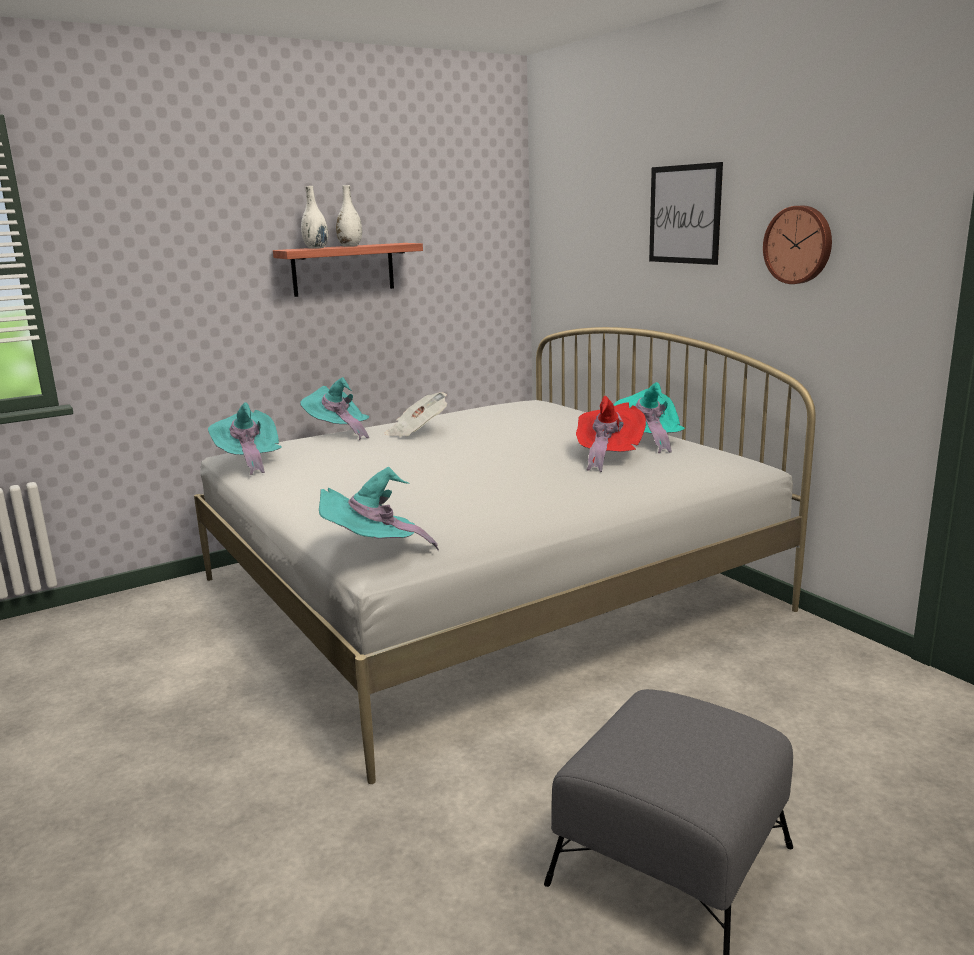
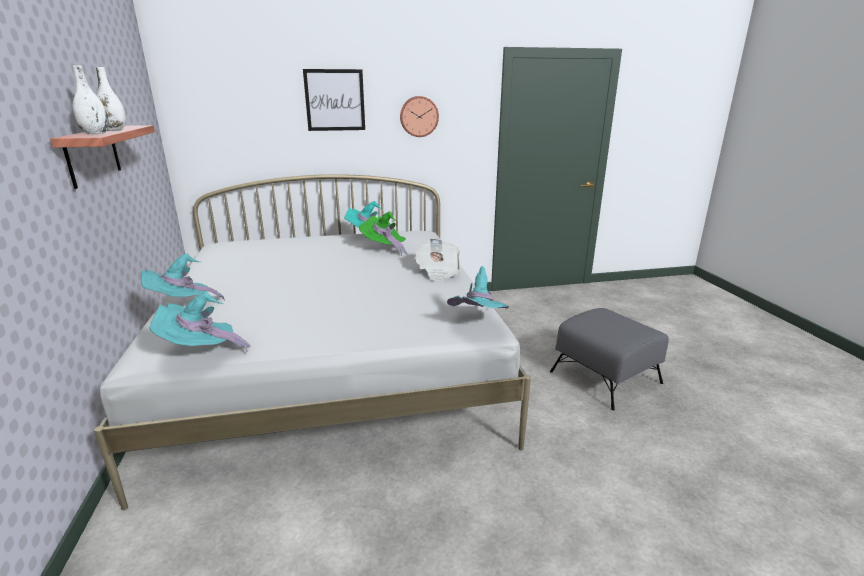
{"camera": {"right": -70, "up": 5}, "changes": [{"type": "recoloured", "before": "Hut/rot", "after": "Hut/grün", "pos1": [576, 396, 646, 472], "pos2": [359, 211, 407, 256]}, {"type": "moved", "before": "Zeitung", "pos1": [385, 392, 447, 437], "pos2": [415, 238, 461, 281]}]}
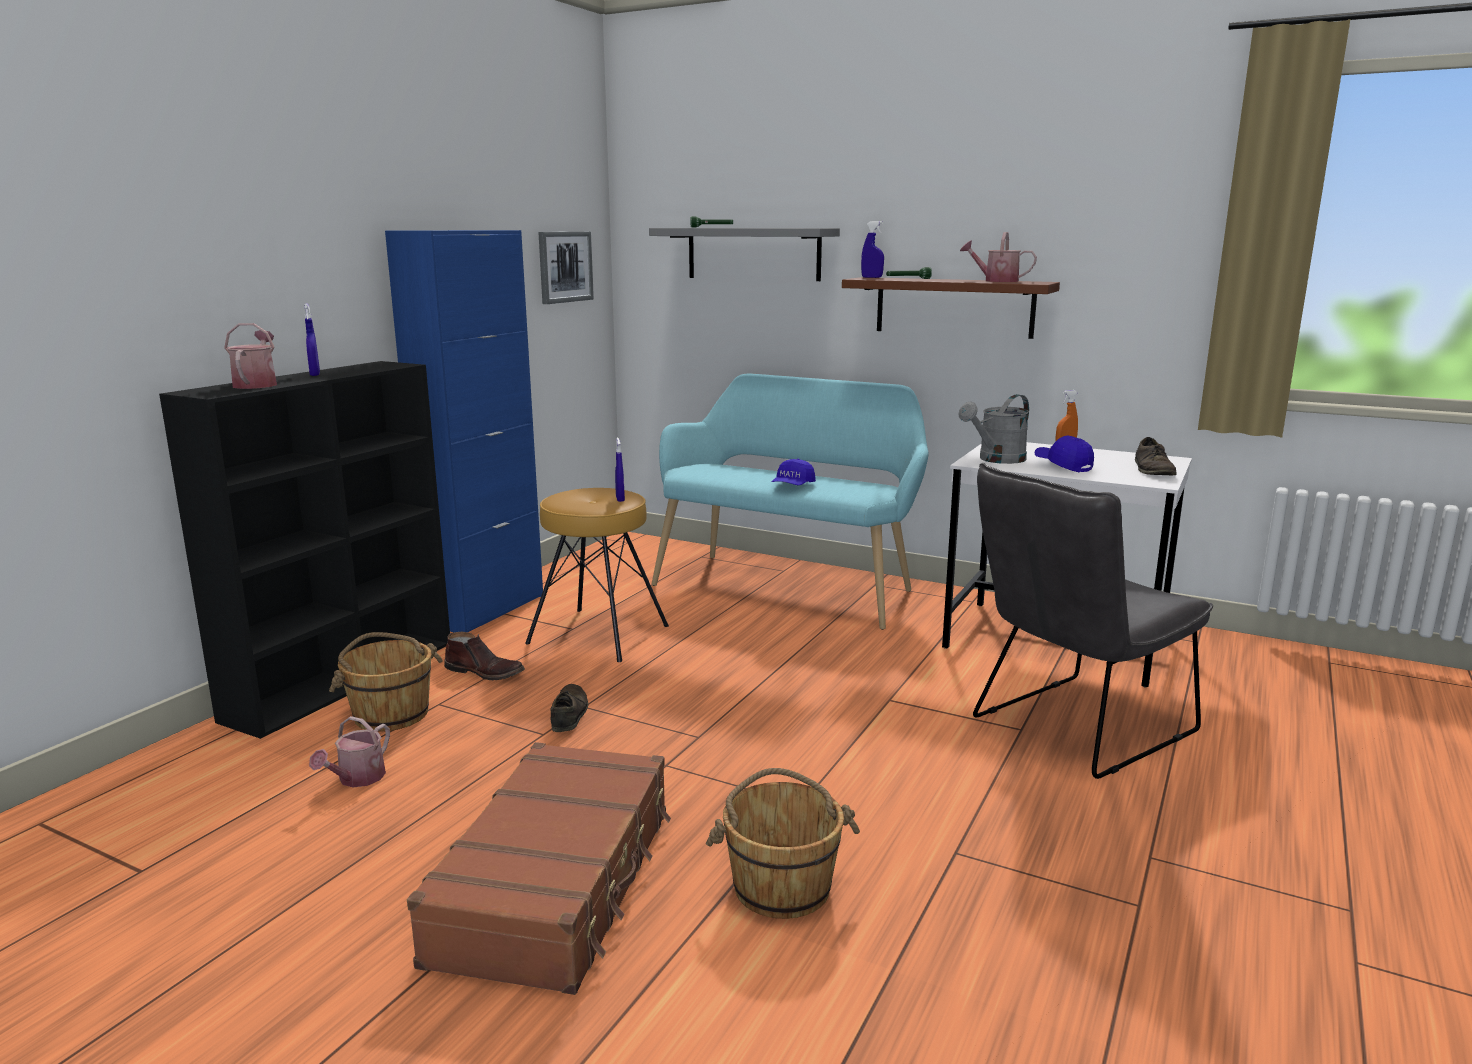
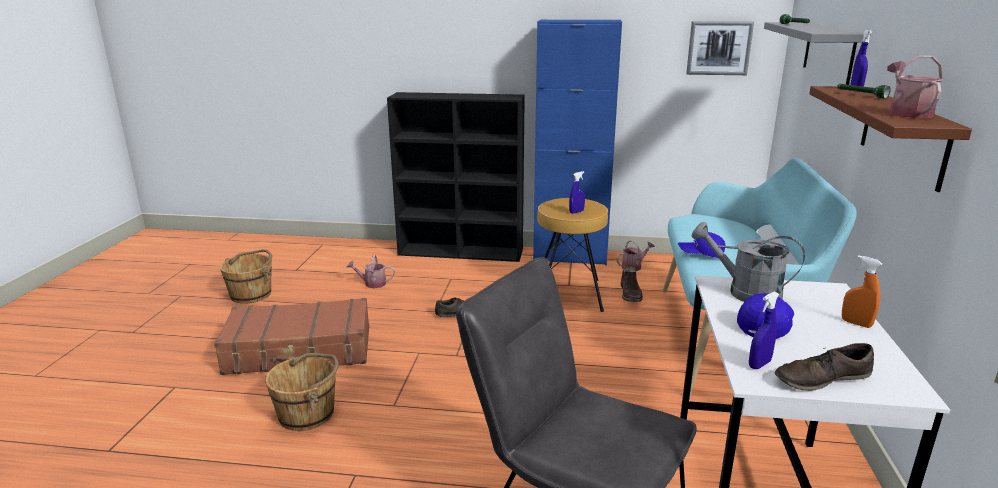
{"camera": {"right": 70, "up": 5}, "changes": [{"type": "moved", "before": "Eimer/braun", "pos1": [329, 632, 443, 732], "pos2": [220, 249, 272, 304]}, {"type": "moved", "before": "Gießkanne", "pos1": [224, 323, 277, 389], "pos2": [617, 240, 655, 271]}, {"type": "moved", "before": "Stiefel/braun", "pos1": [444, 632, 525, 680], "pos2": [621, 265, 643, 302]}, {"type": "moved", "before": "Sprühflasche/blau", "pos1": [304, 303, 320, 376], "pos2": [749, 292, 779, 369]}]}
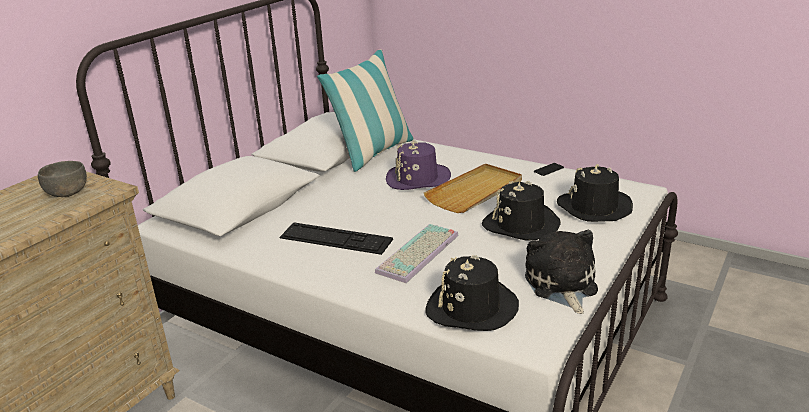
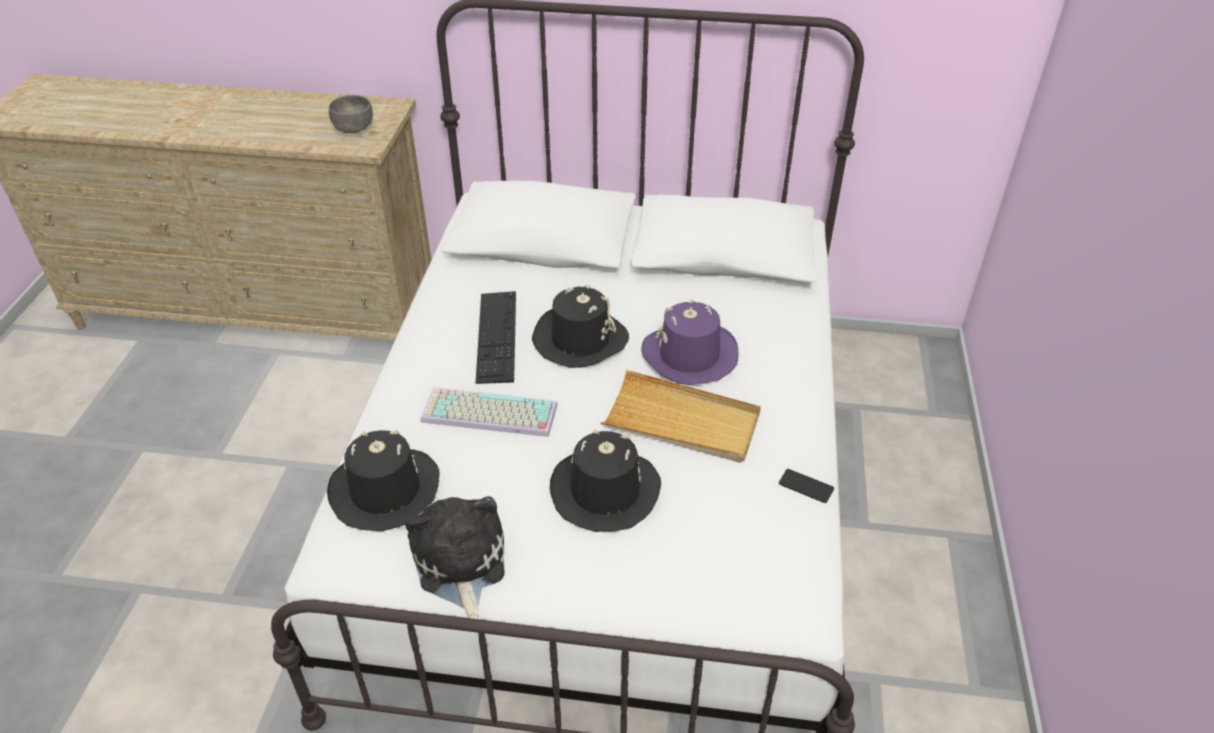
{"camera": {"right": 65, "up": 15}, "changes": [{"type": "turned", "before": "Plüschtier", "pos1": [525, 230, 598, 314], "pos2": [405, 496, 505, 619], "turn": -75}, {"type": "moved", "before": "Hut/schwarz", "pos1": [557, 164, 633, 222], "pos2": [532, 285, 629, 368]}, {"type": "removed", "before": "Kissen", "pos1": [317, 49, 414, 172]}]}
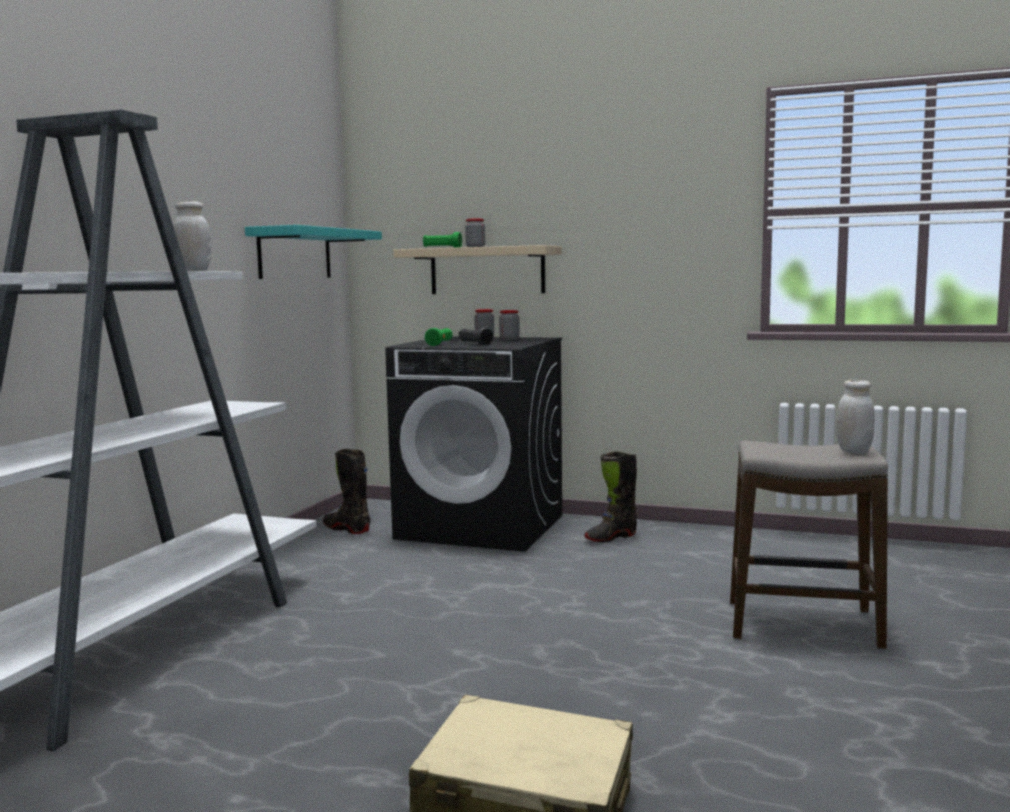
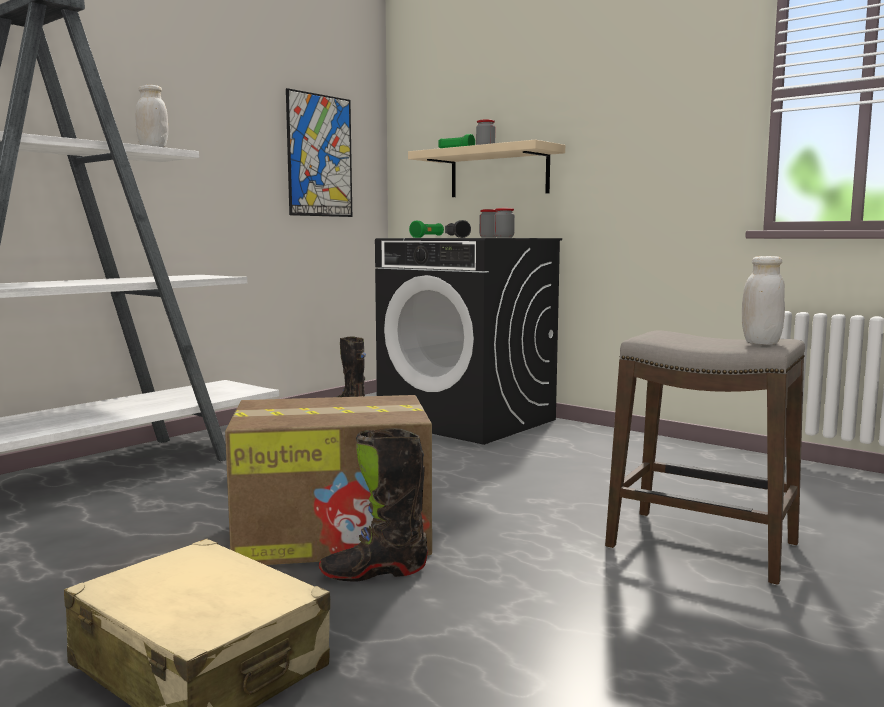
{"camera": {"right": 20, "up": 0}, "changes": [{"type": "added", "after": "Karton", "pos2": [225, 395, 432, 565]}, {"type": "replaced", "before": "Wandregal/türkis", "after": "Bild", "pos1": [245, 225, 382, 279], "pos2": [286, 88, 352, 217]}, {"type": "moved", "before": "Stiefel/schwarz", "pos1": [584, 452, 637, 542], "pos2": [319, 428, 428, 581]}]}
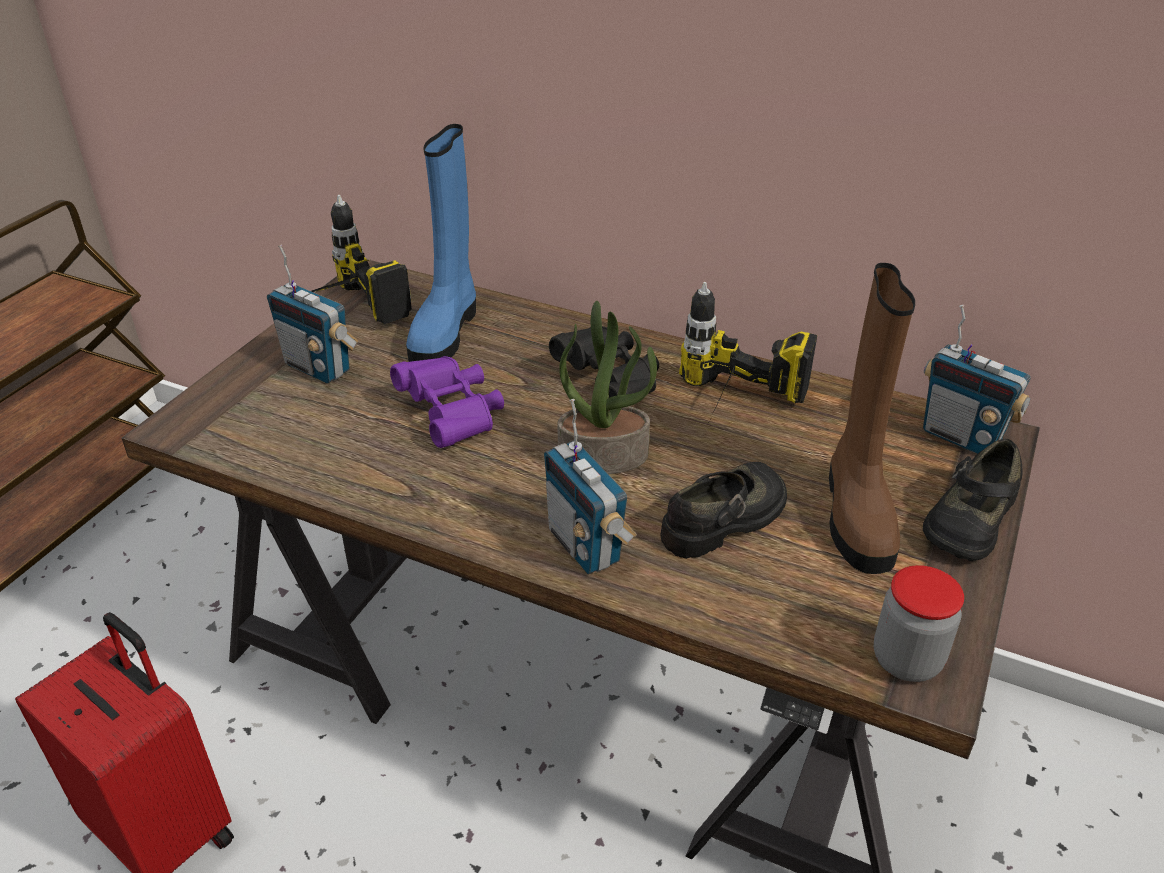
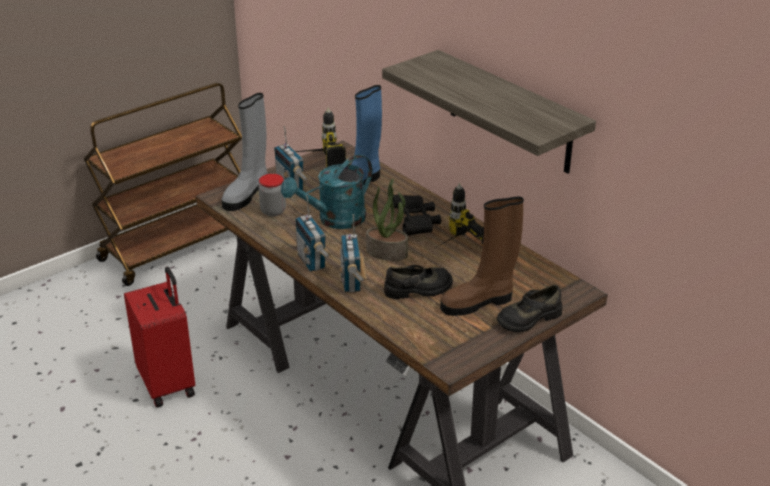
{"camera": {"right": 25, "up": -5}, "changes": [{"type": "added", "after": "Stiefel/grau", "pos2": [221, 93, 268, 211]}, {"type": "moved", "before": "Vorratsglas", "pos1": [874, 565, 964, 682], "pos2": [259, 174, 286, 217]}, {"type": "replaced", "before": "Fernglas/lila", "after": "Gießkanne/türkis", "pos1": [390, 356, 504, 448], "pos2": [281, 154, 372, 229]}, {"type": "moved", "before": "Radio", "pos1": [923, 305, 1031, 454], "pos2": [295, 195, 331, 272]}, {"type": "added", "after": "Wandregal", "pos2": [382, 50, 596, 174]}, {"type": "turned", "before": "Stiefel/braun", "pos1": [829, 263, 915, 574], "pos2": [440, 197, 524, 316], "turn": 45}]}
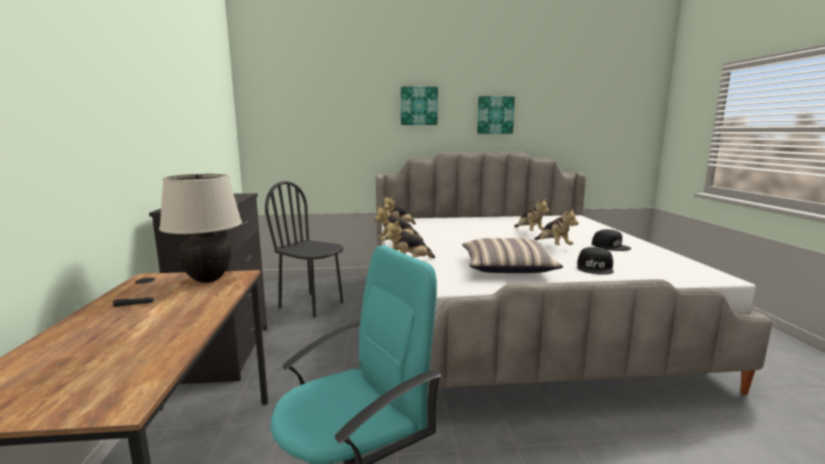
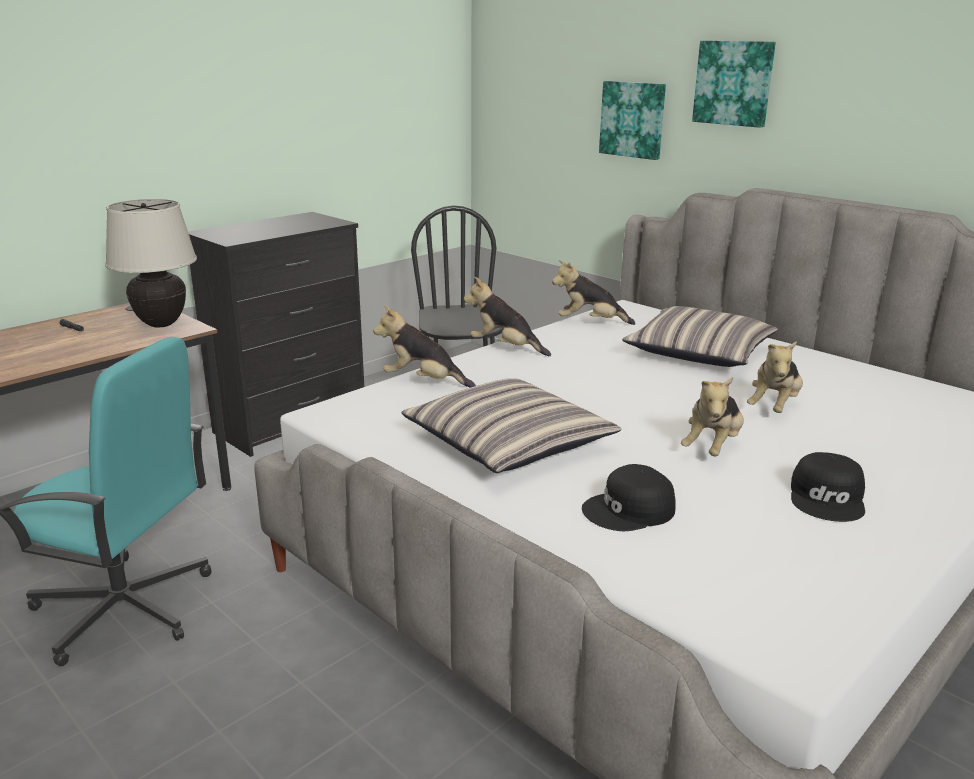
{"camera": {"right": 50, "up": 10}, "changes": [{"type": "moved", "before": "Bild", "pos1": [477, 96, 515, 134], "pos2": [599, 81, 666, 160]}, {"type": "added", "after": "Kissen", "pos2": [622, 306, 778, 367]}]}
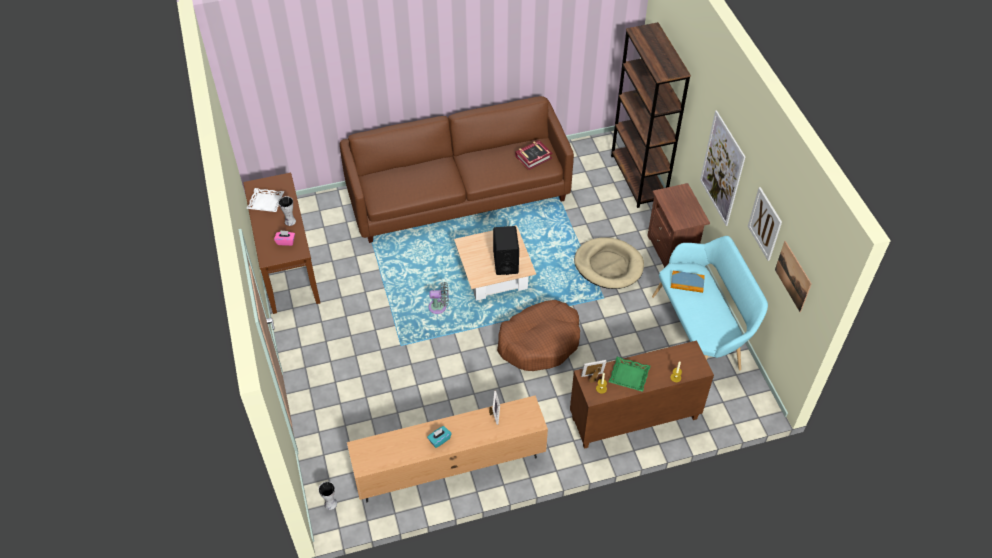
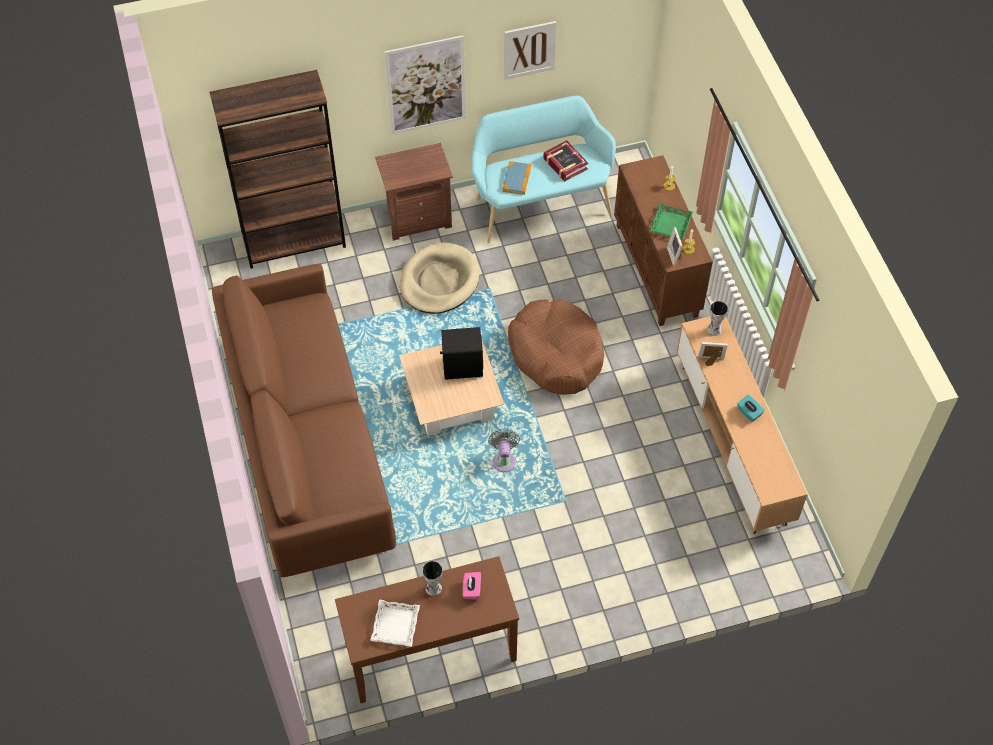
{"camera": {"right": -90, "up": 5}, "changes": [{"type": "moved", "before": "Buch", "pos1": [515, 140, 553, 170], "pos2": [543, 140, 588, 181]}, {"type": "moved", "before": "Vase", "pos1": [318, 481, 337, 510], "pos2": [707, 301, 728, 336]}, {"type": "removed", "before": "Bild", "pos1": [775, 241, 812, 312]}]}
